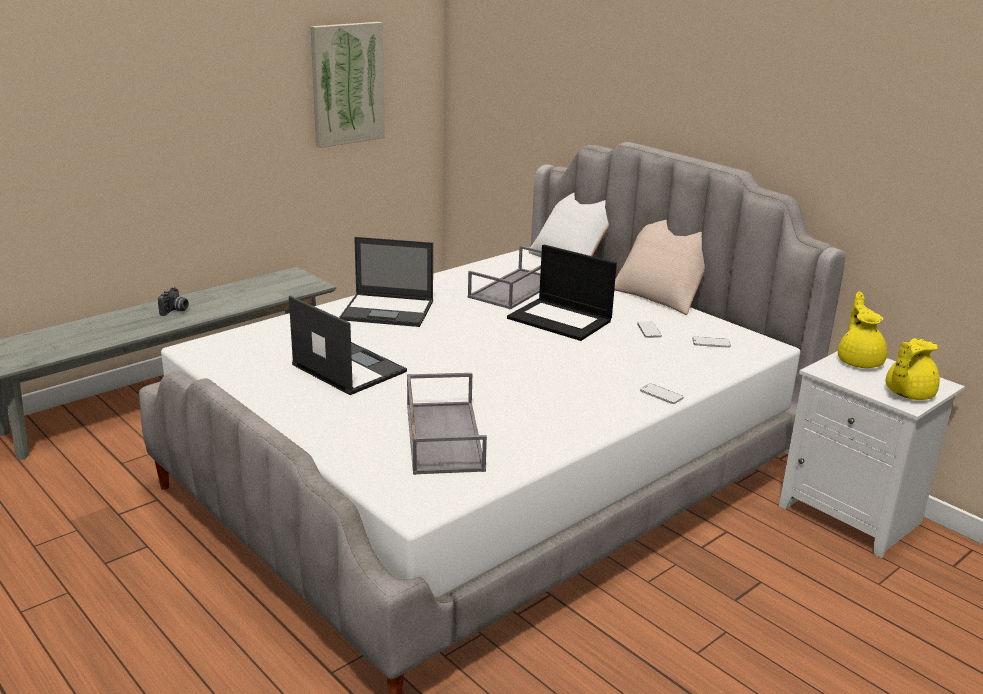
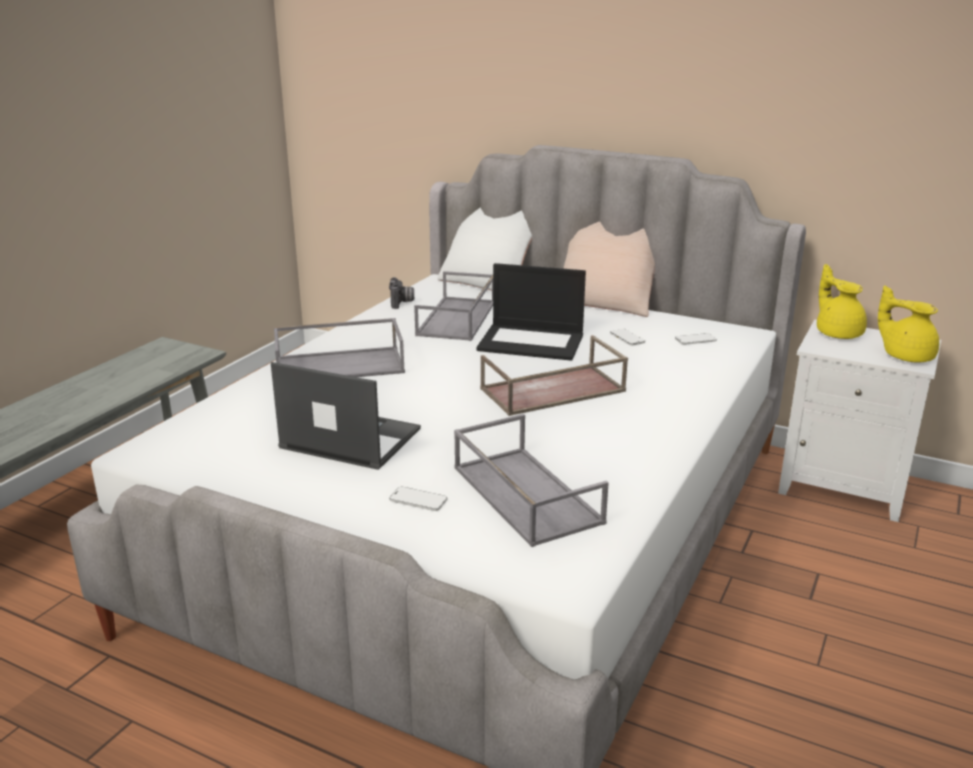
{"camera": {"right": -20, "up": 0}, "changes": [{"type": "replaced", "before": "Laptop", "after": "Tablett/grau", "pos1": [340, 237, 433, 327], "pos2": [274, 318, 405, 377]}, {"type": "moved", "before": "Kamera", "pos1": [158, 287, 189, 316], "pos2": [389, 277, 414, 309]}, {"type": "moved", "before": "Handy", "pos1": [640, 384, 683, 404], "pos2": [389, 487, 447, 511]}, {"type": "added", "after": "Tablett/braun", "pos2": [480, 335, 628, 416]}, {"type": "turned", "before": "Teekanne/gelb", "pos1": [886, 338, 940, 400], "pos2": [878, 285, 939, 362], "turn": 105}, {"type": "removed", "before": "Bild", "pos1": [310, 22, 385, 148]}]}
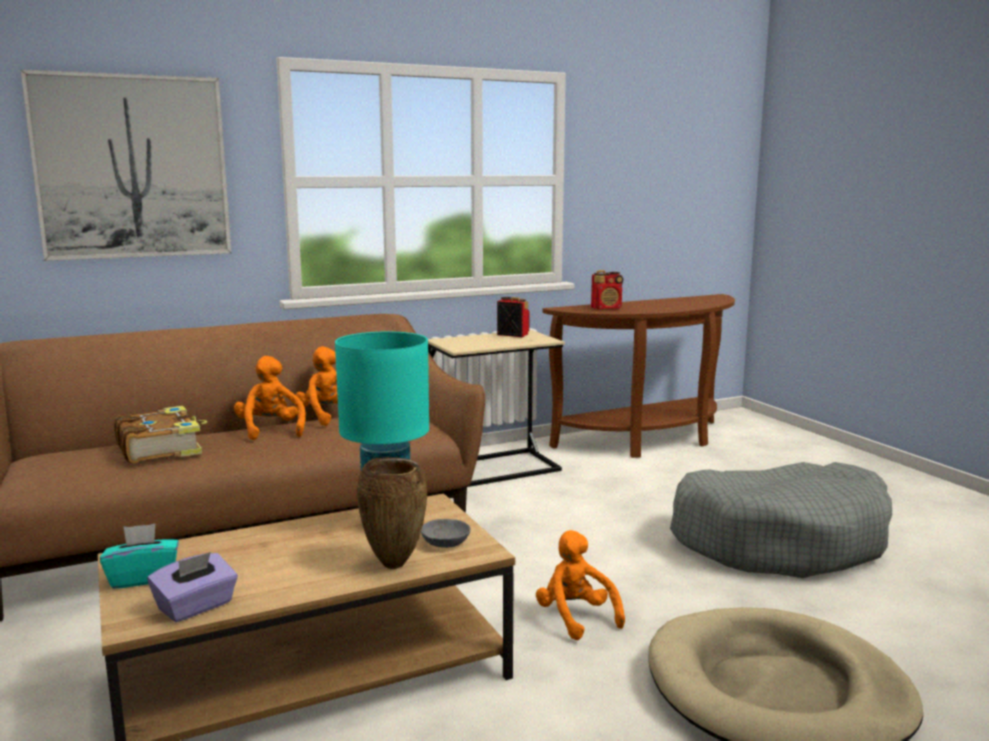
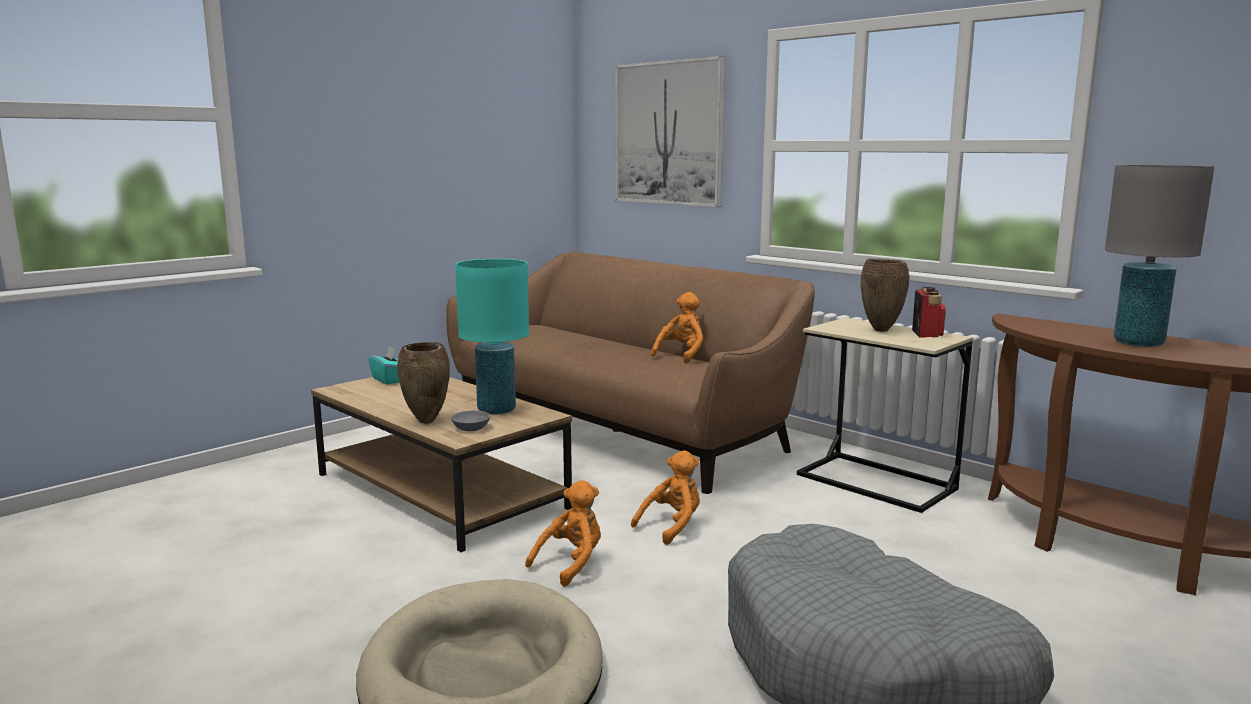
{"camera": {"right": 70, "up": 0}, "changes": [{"type": "moved", "before": "Plüschtier/orange", "pos1": [234, 356, 306, 440], "pos2": [631, 450, 700, 545]}, {"type": "added", "after": "Vase/braun", "pos2": [861, 259, 910, 332]}, {"type": "added", "after": "Tischlampe/grau", "pos2": [1105, 165, 1215, 347]}, {"type": "removed", "before": "Buch", "pos1": [114, 406, 207, 463]}, {"type": "removed", "before": "Taschentuchbox/lila", "pos1": [147, 552, 238, 622]}, {"type": "removed", "before": "Radio", "pos1": [591, 270, 623, 309]}]}
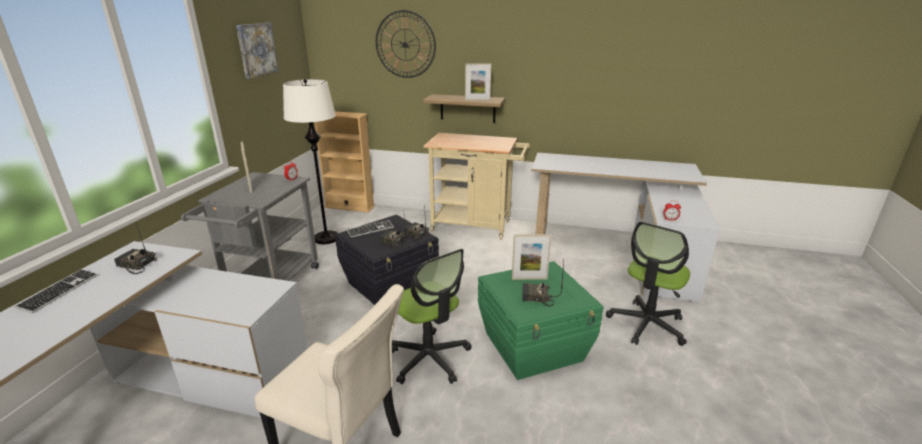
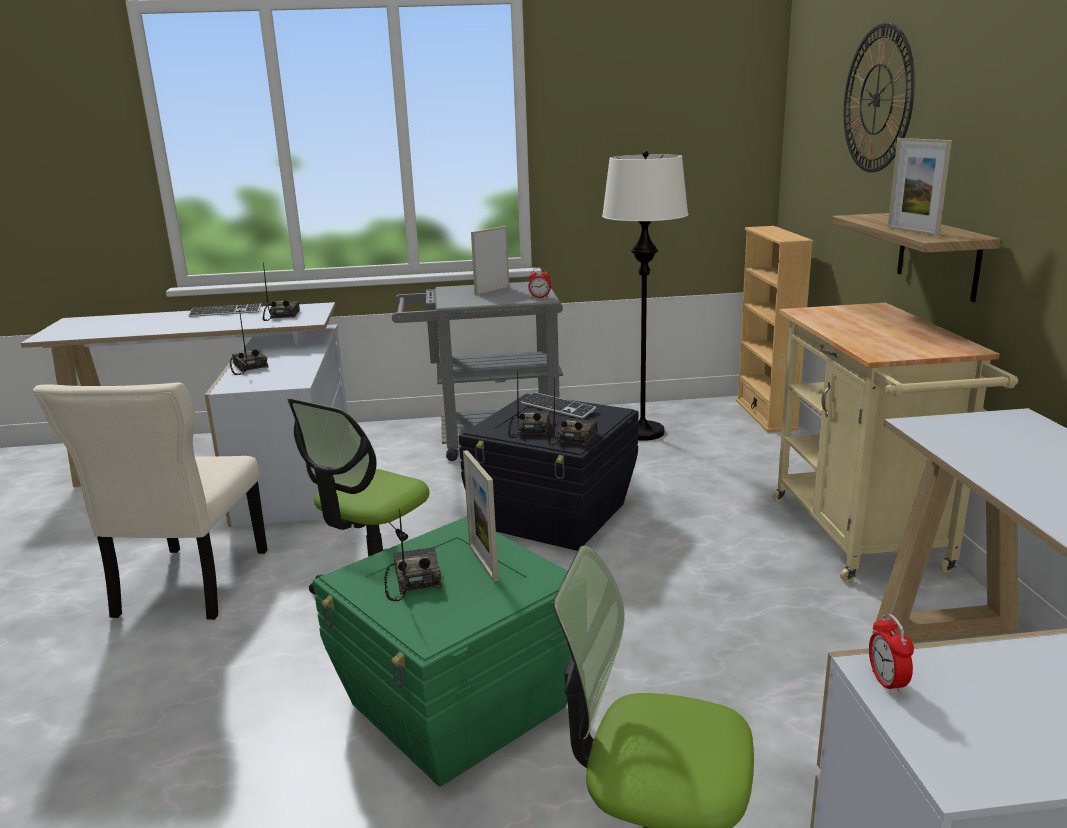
{"camera": {"right": 70, "up": -5}, "changes": [{"type": "added", "after": "Radio", "pos2": [230, 310, 268, 375]}, {"type": "removed", "before": "Bild", "pos1": [236, 23, 279, 79]}]}
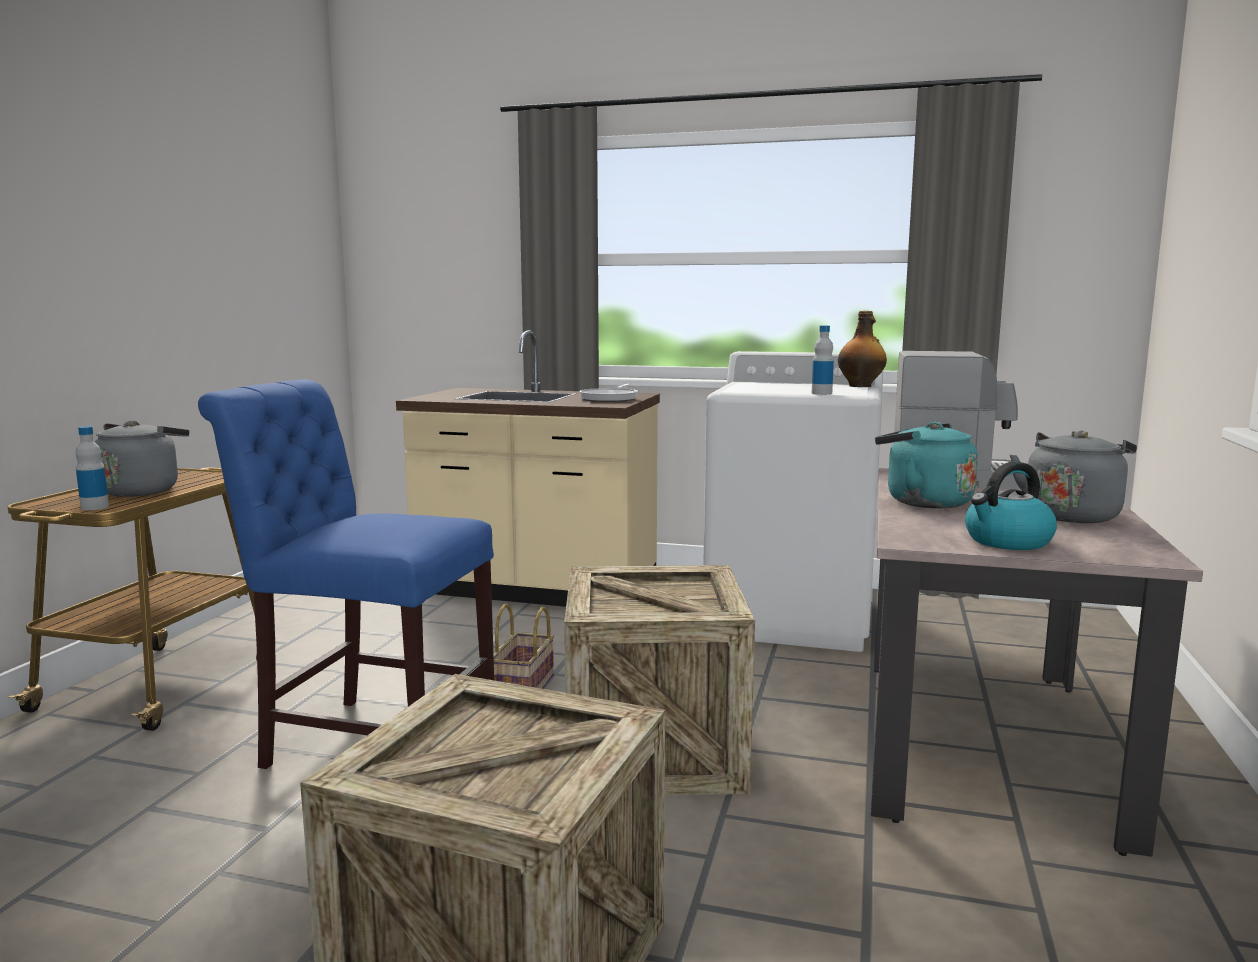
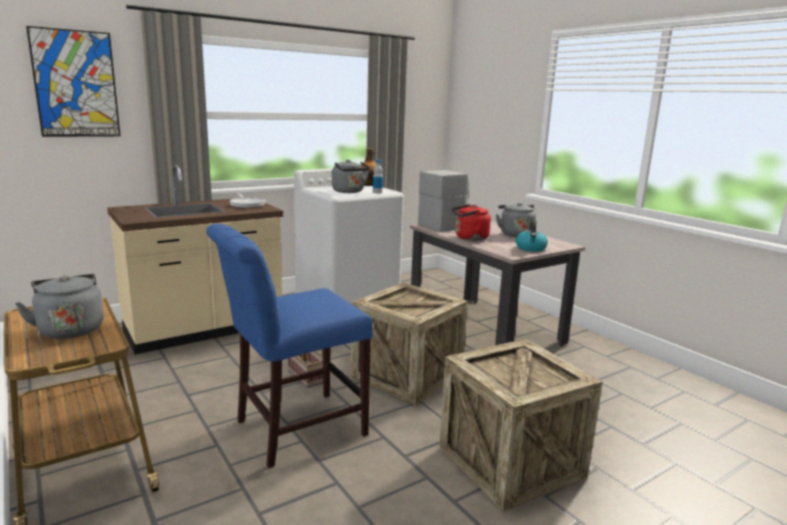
{"camera": {"right": -50, "up": 5}, "changes": [{"type": "added", "after": "Bild", "pos2": [26, 26, 121, 137]}, {"type": "added", "after": "Wasserkessel/grau", "pos2": [332, 160, 370, 193]}, {"type": "recoloured", "before": "Wasserkessel/türkis", "after": "Wasserkessel/rot", "pos1": [875, 422, 978, 508], "pos2": [452, 204, 491, 241]}, {"type": "removed", "before": "Flasche", "pos1": [75, 426, 109, 510]}]}
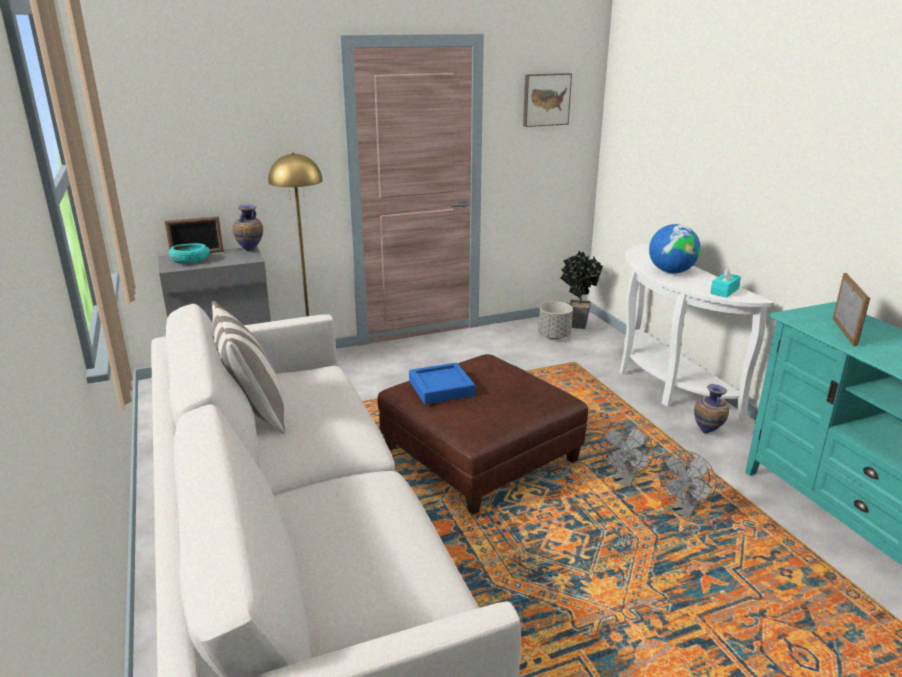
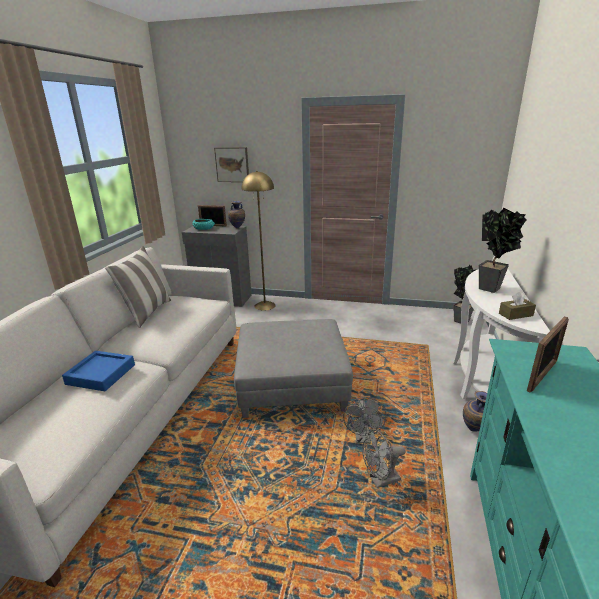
{"camera": {"right": 35, "up": 0}, "changes": [{"type": "moved", "before": "Tablett/blau", "pos1": [409, 363, 475, 404], "pos2": [62, 351, 135, 391]}, {"type": "moved", "before": "Bild", "pos1": [523, 73, 572, 127], "pos2": [214, 147, 249, 182]}, {"type": "recoloured", "before": "Polsterhocker/braun", "after": "Polsterhocker/grau", "pos1": [377, 354, 588, 515], "pos2": [234, 319, 353, 418]}, {"type": "turned", "before": "Ventilator/grau", "pos1": [600, 424, 654, 487], "pos2": [343, 397, 386, 443], "turn": -60}, {"type": "replaced", "before": "Globus", "after": "Topfpflanze", "pos1": [649, 224, 701, 273], "pos2": [479, 208, 527, 293]}, {"type": "recoloured", "before": "Taschentuchbox/türkis", "after": "Taschentuchbox/braun", "pos1": [710, 265, 741, 298], "pos2": [499, 292, 536, 320]}, {"type": "removed", "before": "Pflanzkübel/grau", "pos1": [538, 302, 573, 339]}]}
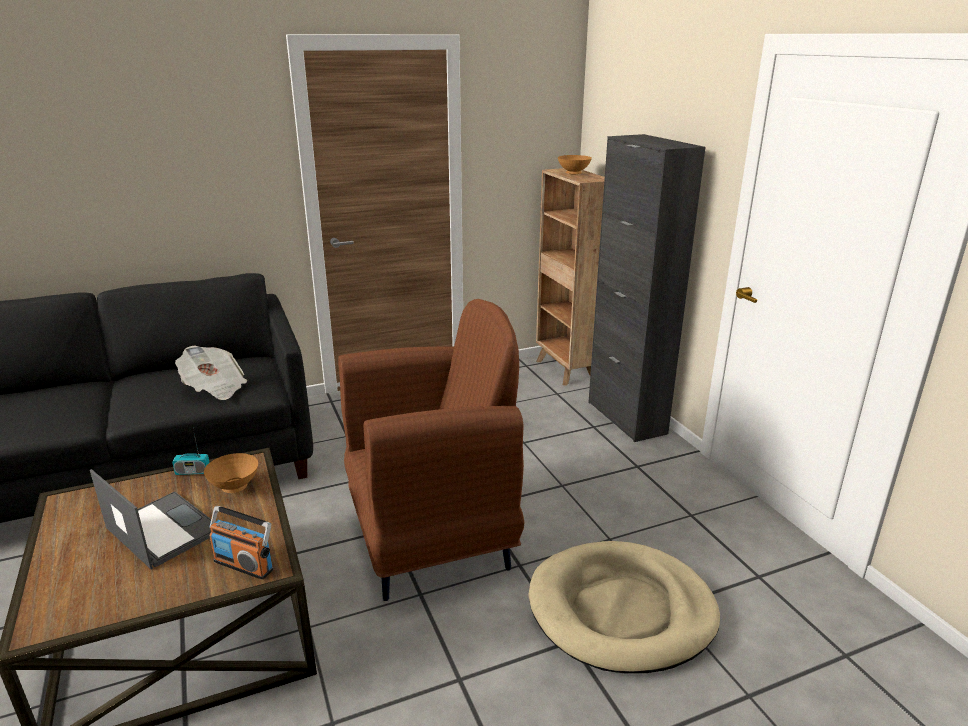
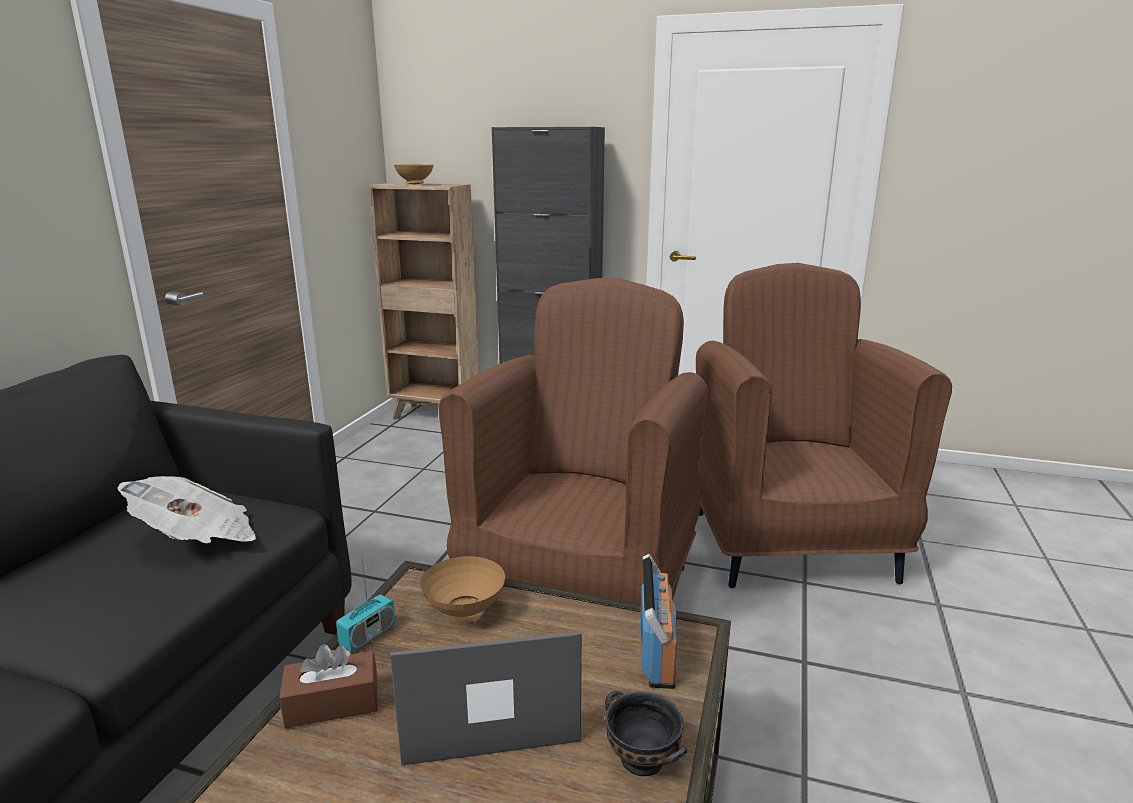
{"camera": {"right": -50, "up": -5}, "changes": [{"type": "added", "after": "Taschentuchbox/braun", "pos2": [279, 644, 377, 728]}, {"type": "added", "after": "Schüssel/schwarz", "pos2": [605, 691, 687, 776]}, {"type": "turned", "before": "Radio", "pos1": [209, 506, 273, 580], "pos2": [640, 554, 677, 689], "turn": -60}, {"type": "replaced", "before": "Hundebett/beige", "after": "Sessel/braun", "pos1": [528, 541, 720, 673], "pos2": [696, 263, 952, 588]}]}
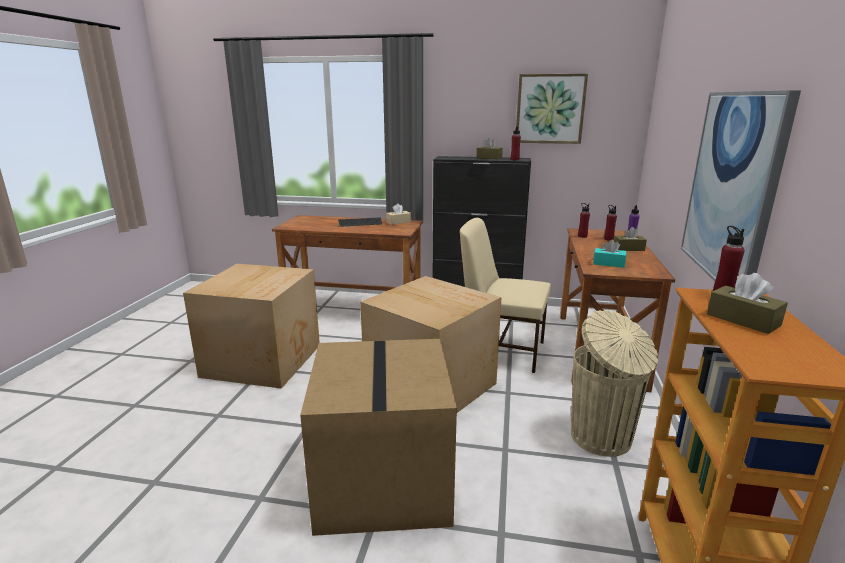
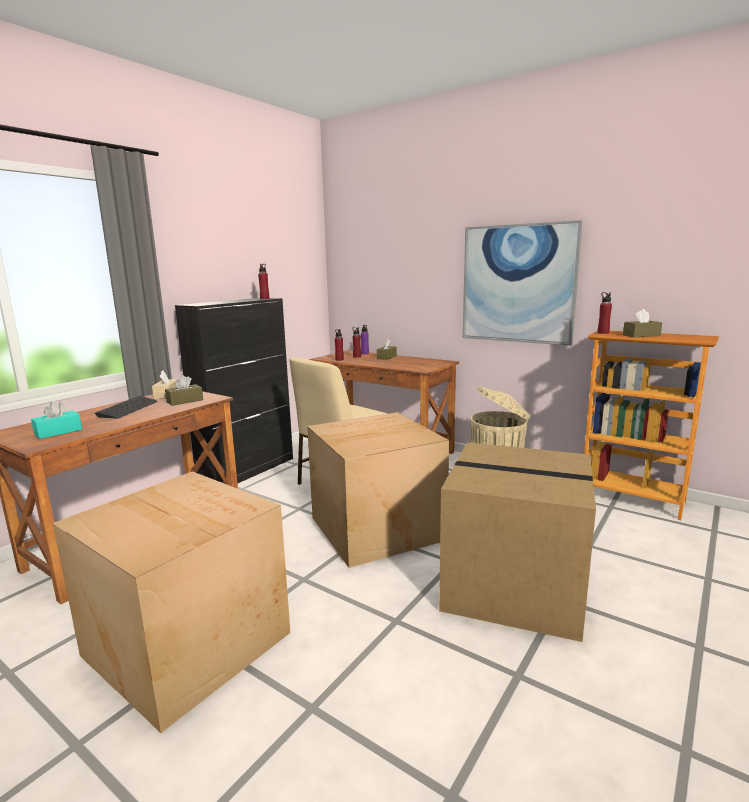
{"camera": {"right": -65, "up": -5}, "changes": [{"type": "moved", "before": "Taschentuchbox/türkis", "pos1": [593, 240, 626, 268], "pos2": [31, 401, 82, 439]}, {"type": "moved", "before": "Taschentuchbox/braun", "pos1": [476, 138, 503, 159], "pos2": [165, 375, 203, 406]}, {"type": "removed", "before": "Bild", "pos1": [516, 74, 588, 144]}]}
